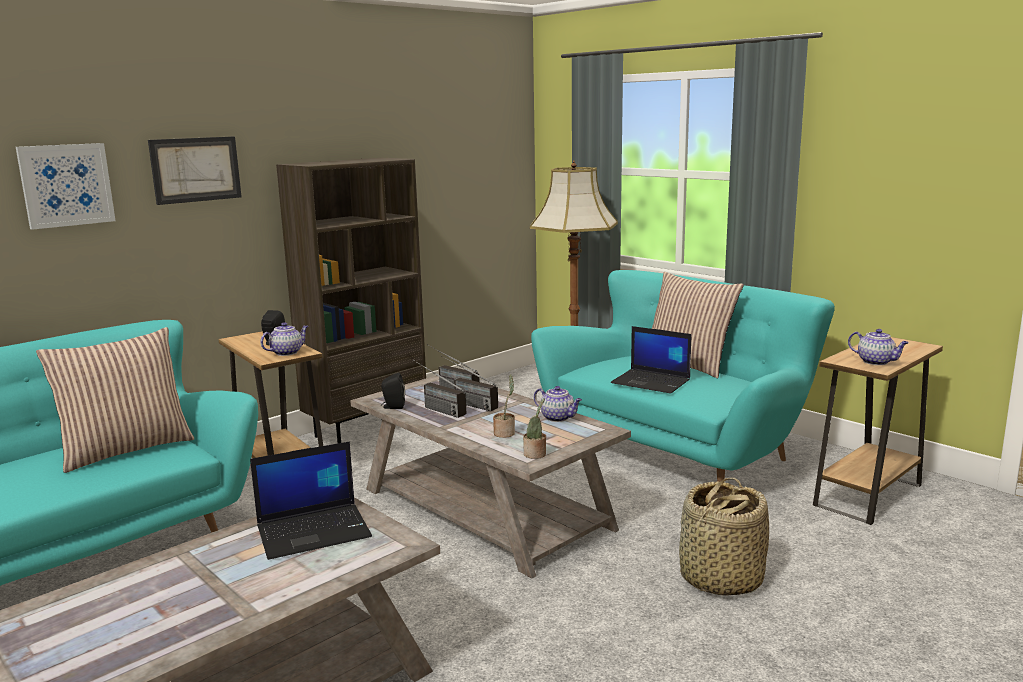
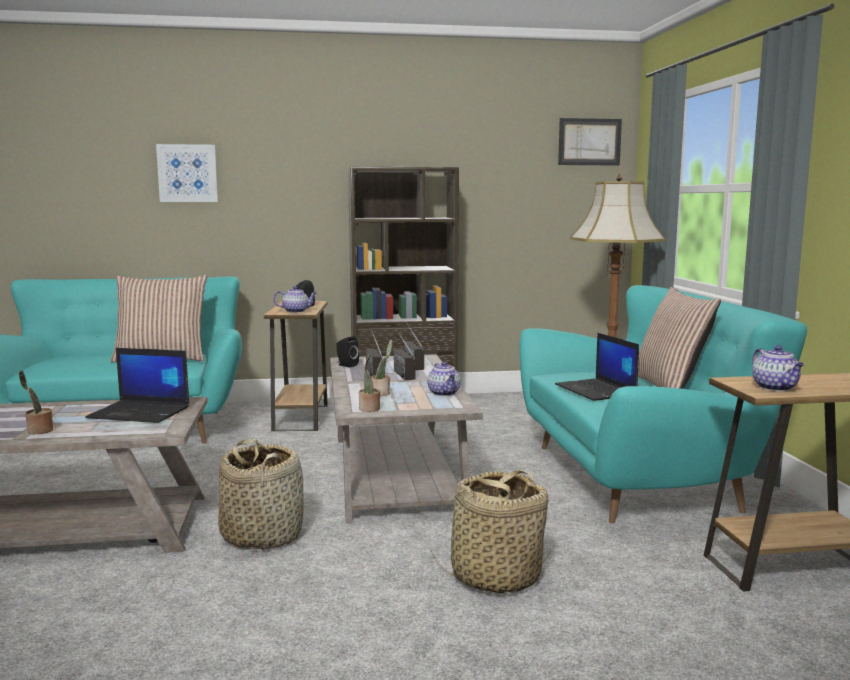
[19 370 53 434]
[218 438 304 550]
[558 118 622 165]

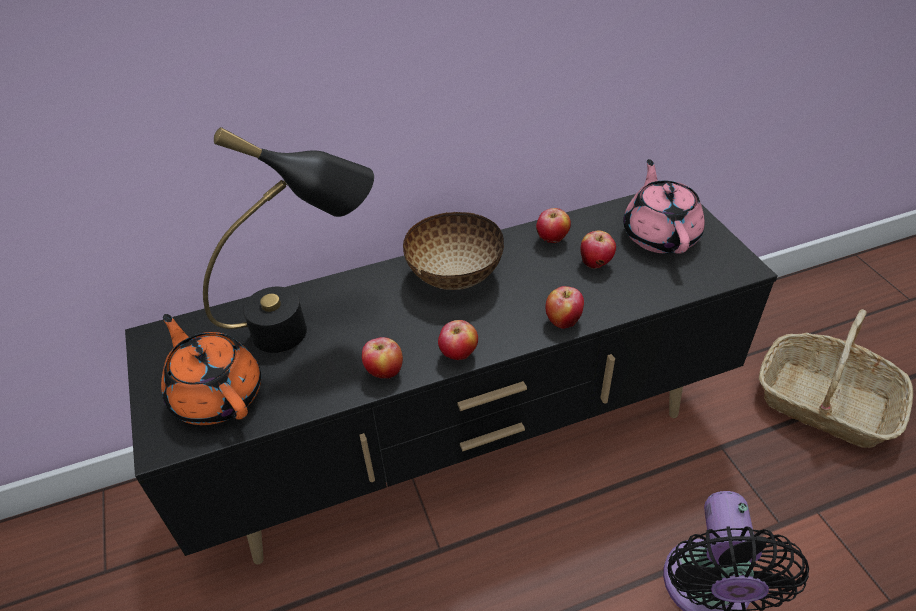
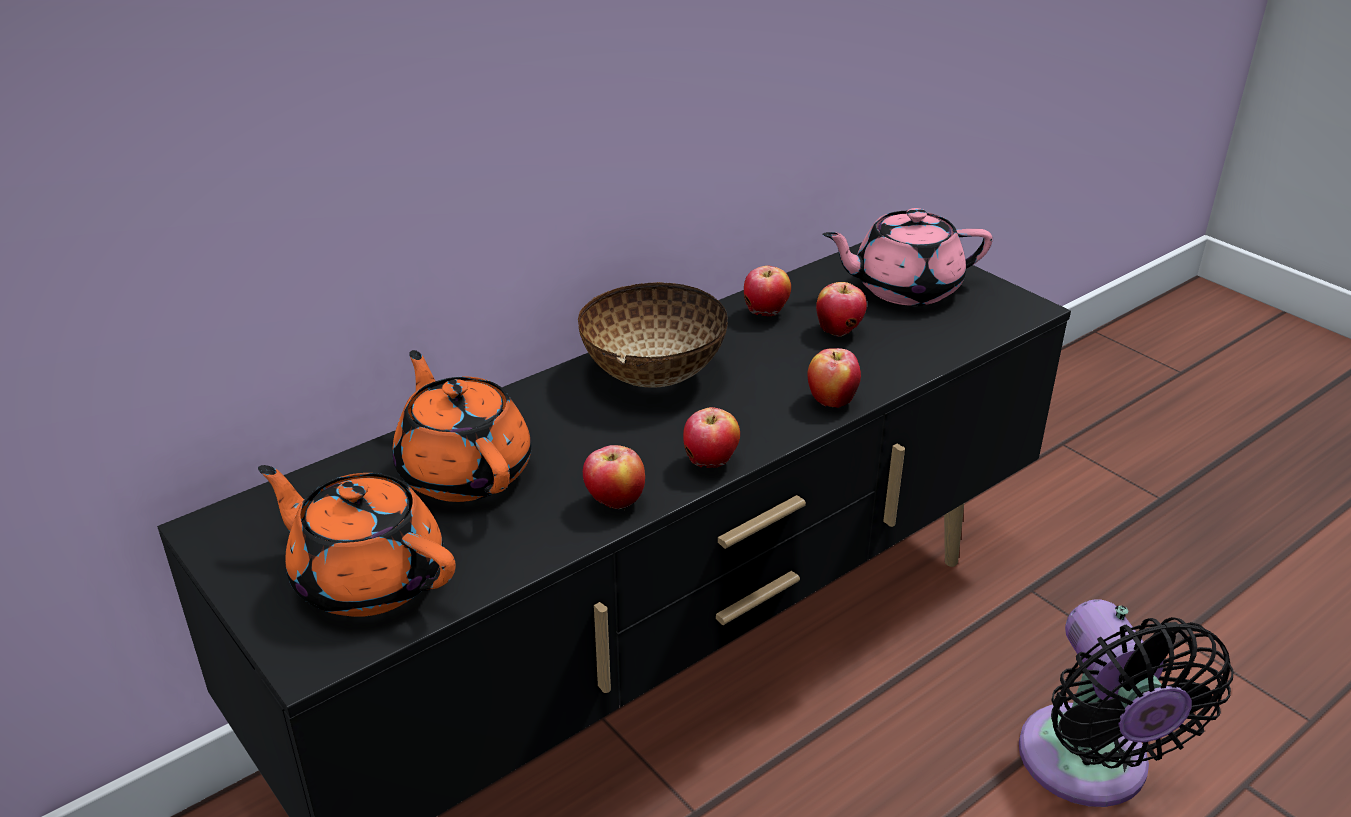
[392 350 531 502]
[822 208 993 306]
[759 309 913 448] (first image)

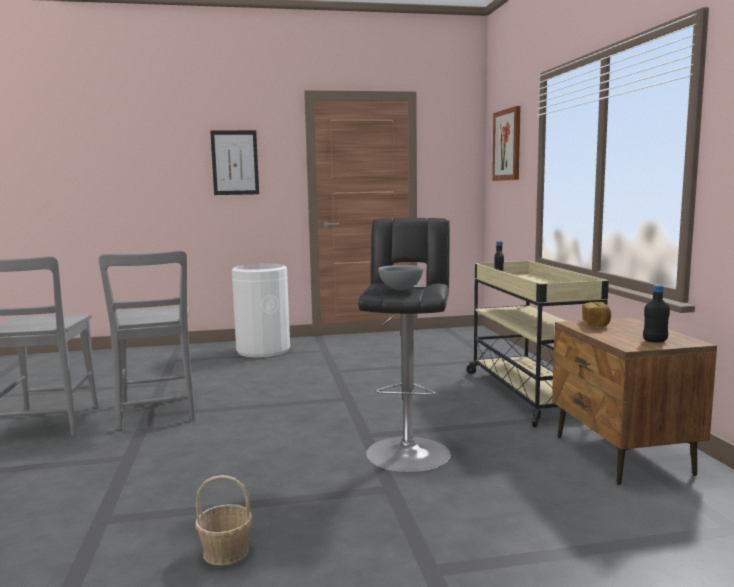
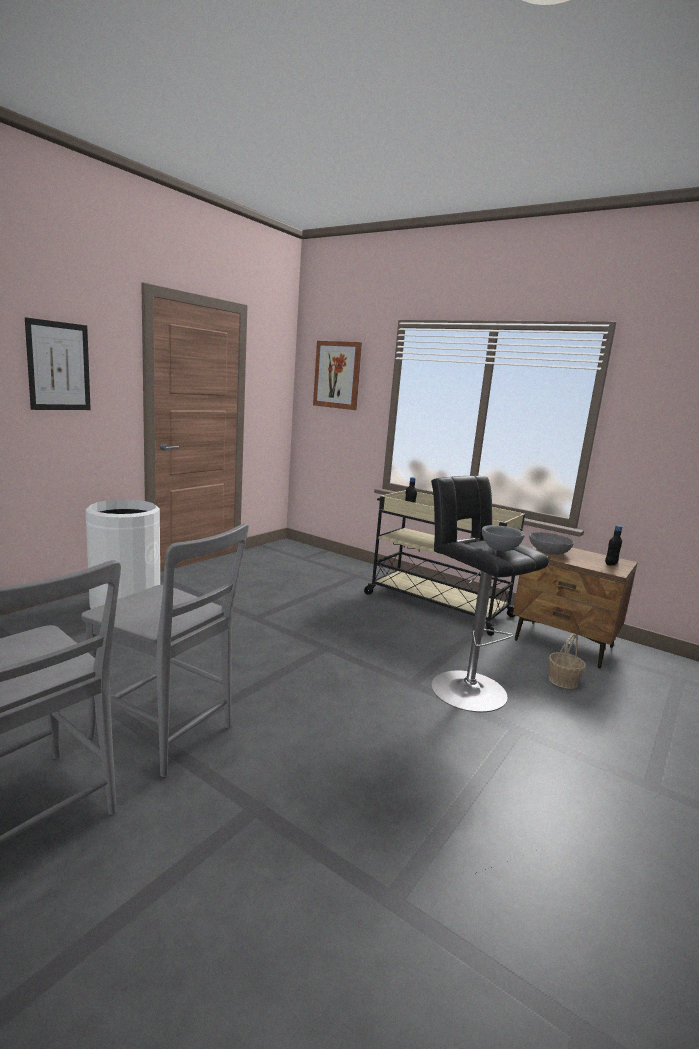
[529 532 574 555]
[548 634 586 689]

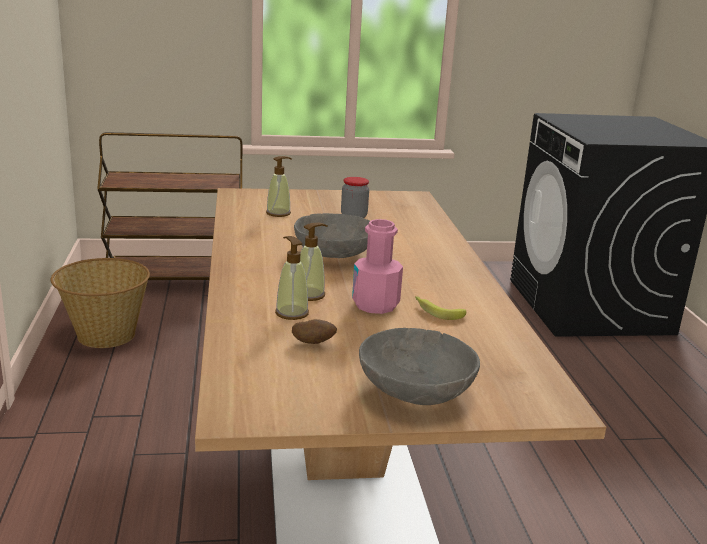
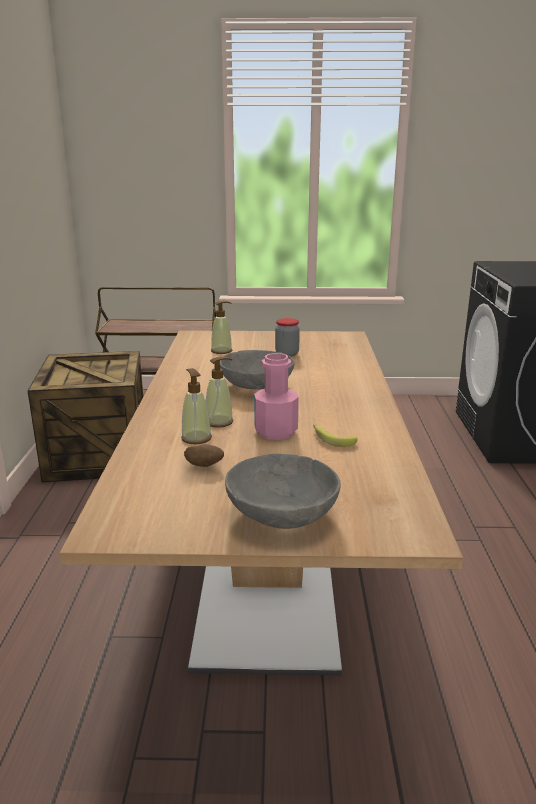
[28 351 143 482]

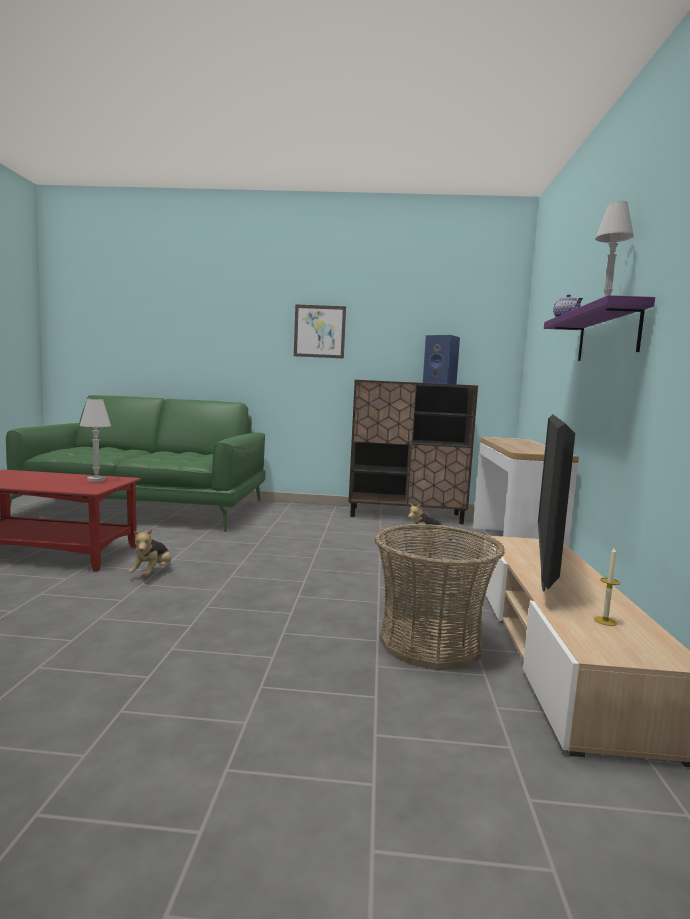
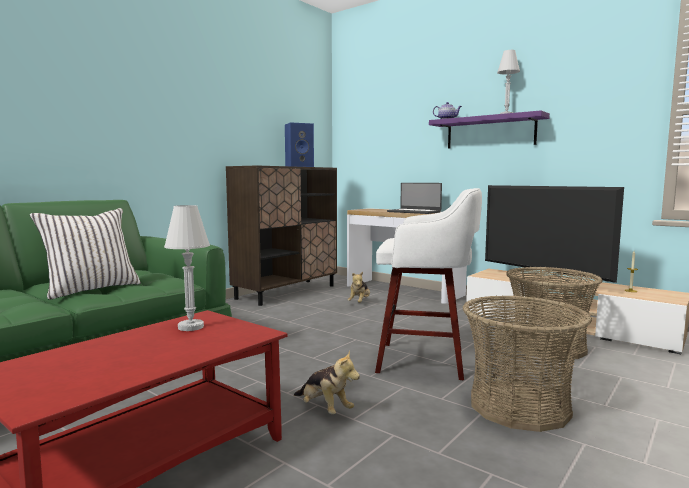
[30 208 141 299]
[375 188 482 380]
[387 183 442 214]
[463 295 592 432]
[294 304 346 358] (first image)

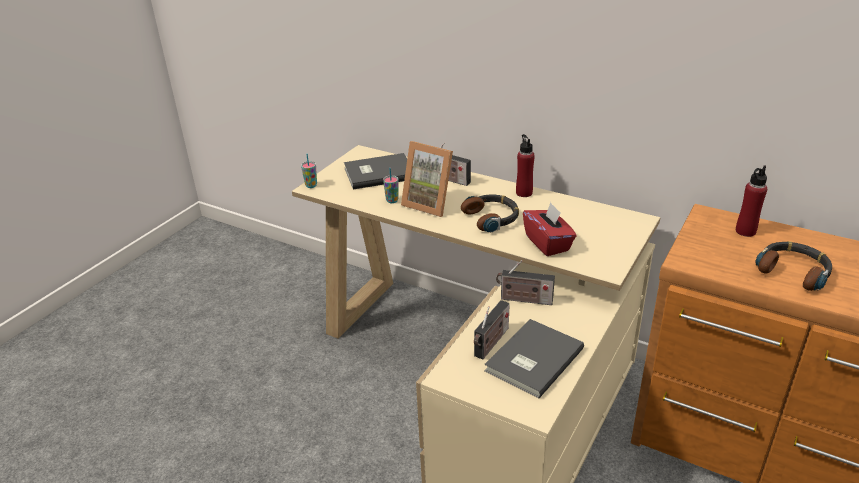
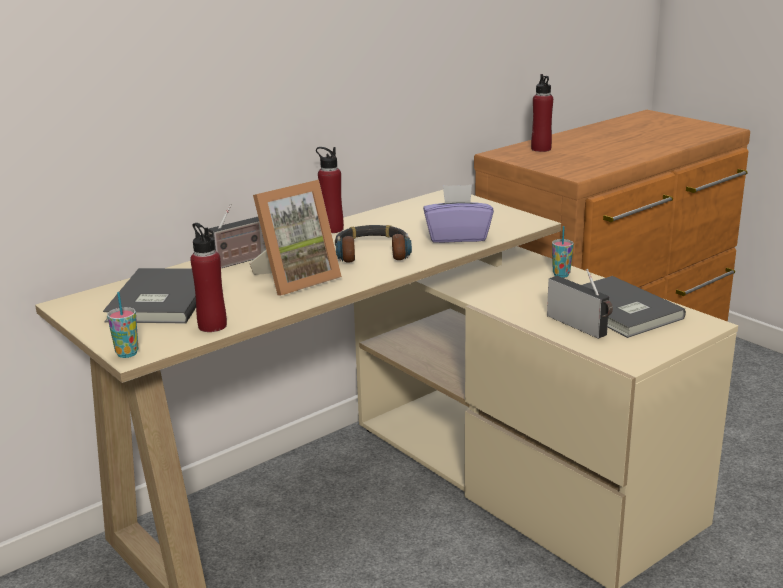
[190 223 227 332]
[423 185 494 243]
[552 226 574 278]
[496 260 555 305] (first image)
[755 241 832 291] (first image)

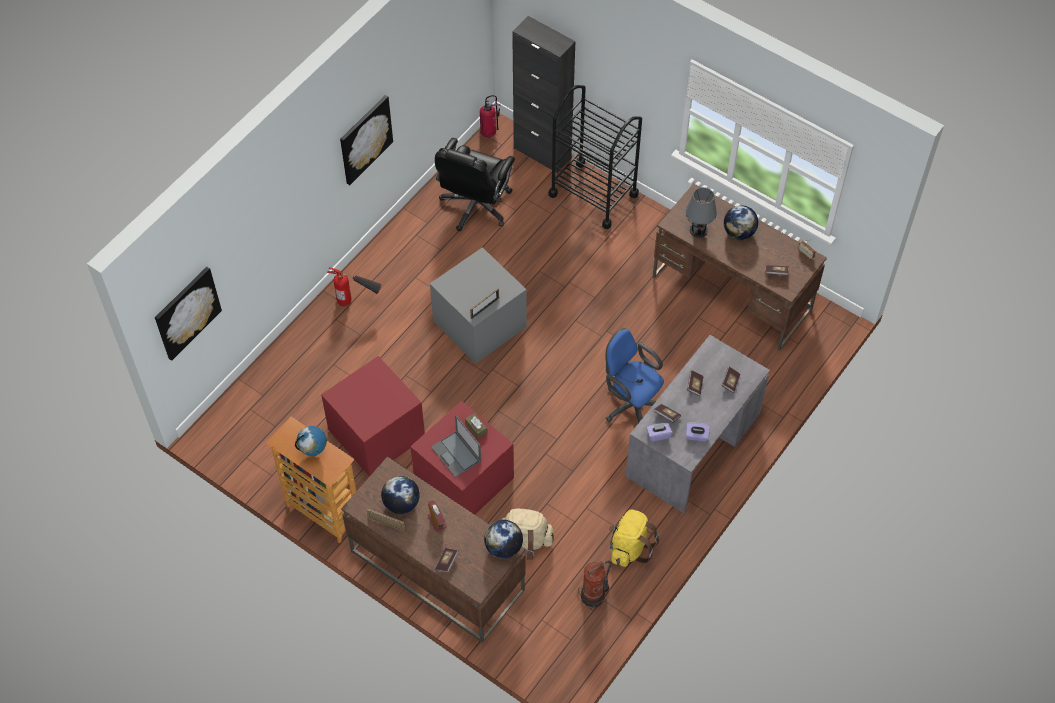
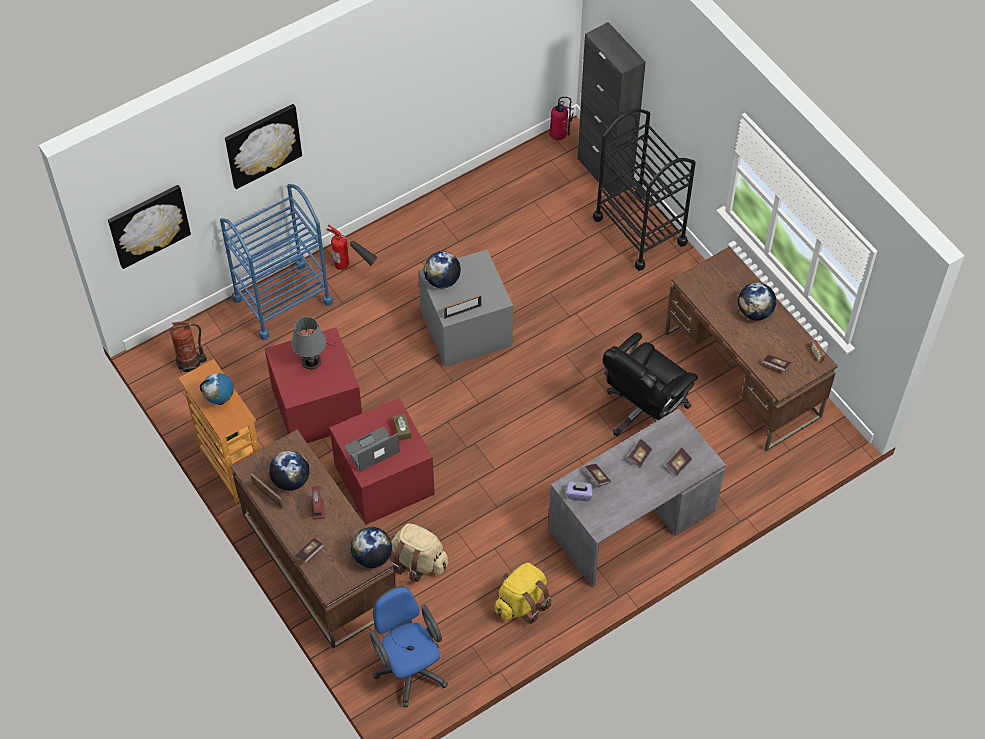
[170 321 207 373]
[220 184 333 340]
[225 104 302 189]
[291 317 336 369]
[344 426 400 472]
[370 586 448 707]
[424 251 461 288]
[603 332 698 436]
[685 422 710 441] (first image)

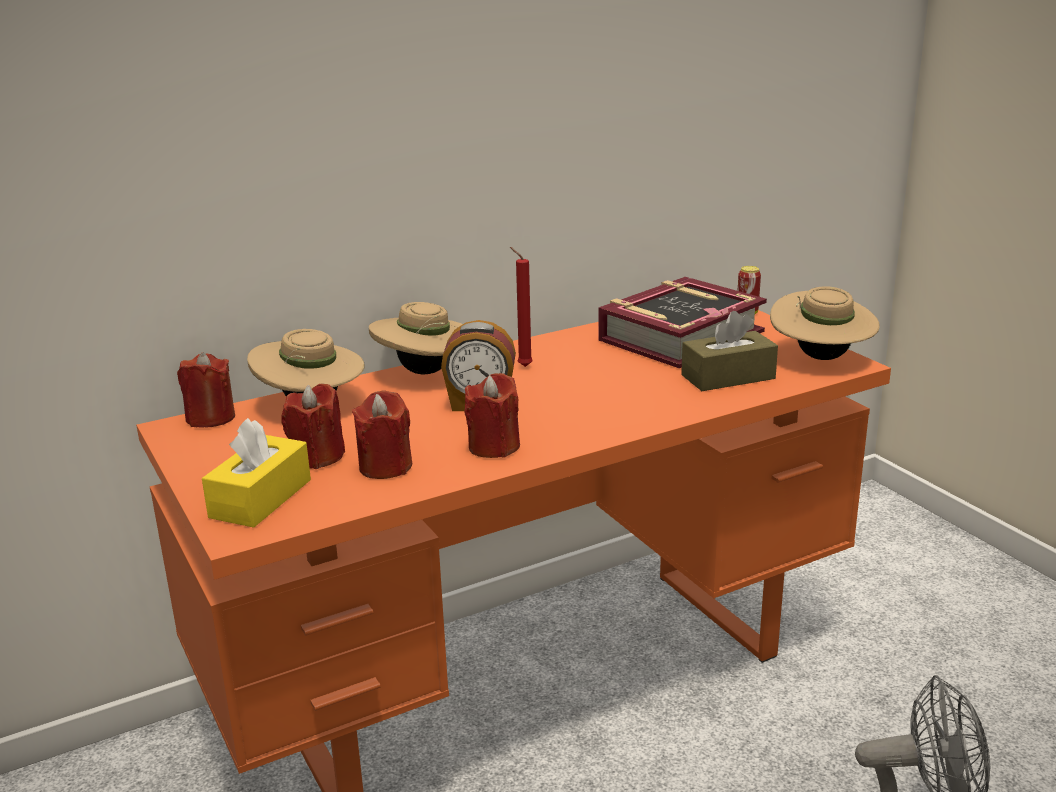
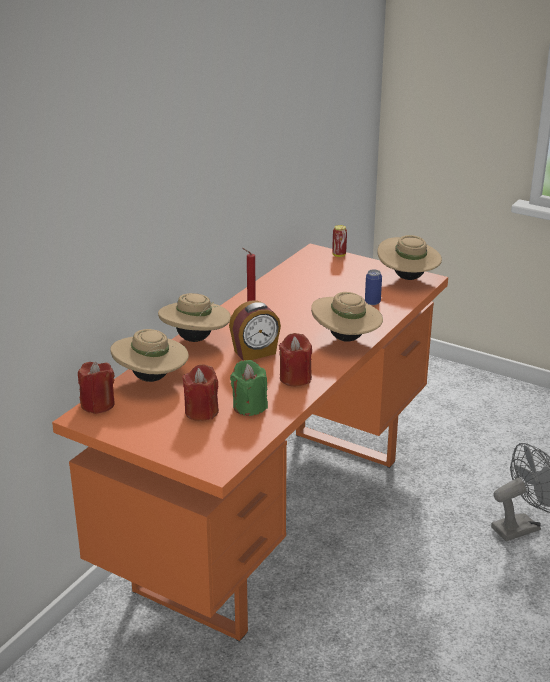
[230 360 268 416]
[311 292 383 342]
[365 269 382 305]
[202 418 311 528] (first image)
[598 277 767 368] (first image)

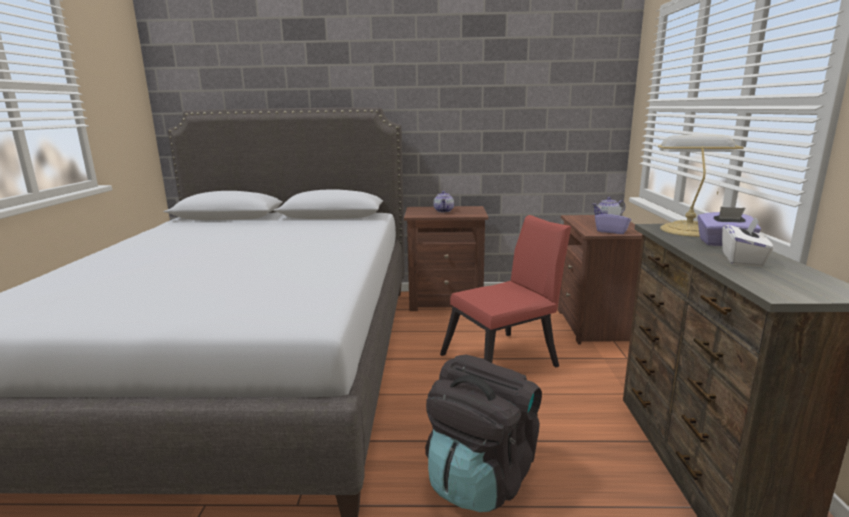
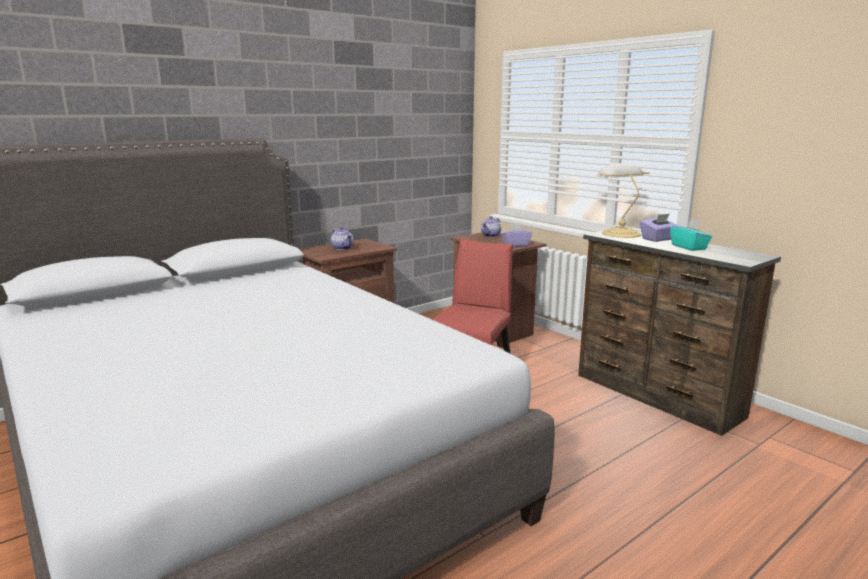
[670 219 712 251]
[425 354 542 512] (first image)

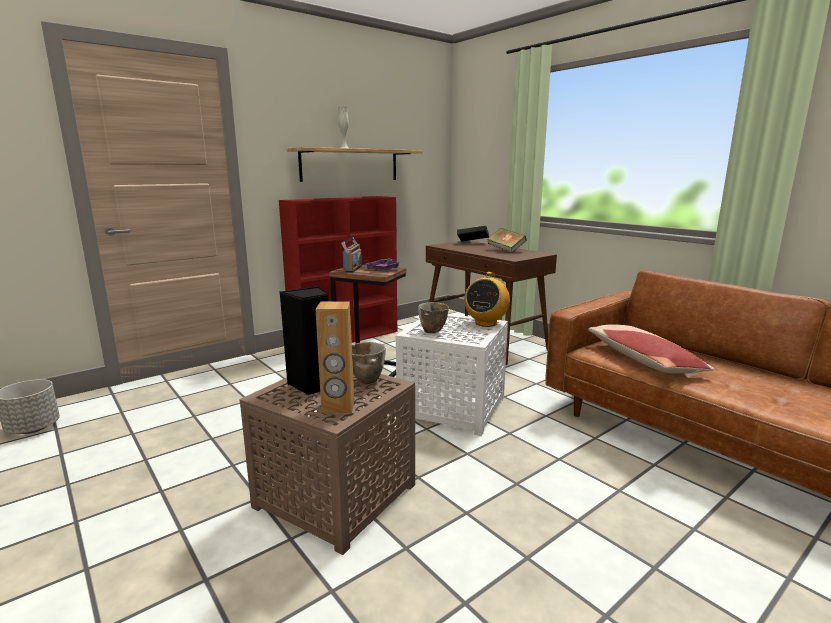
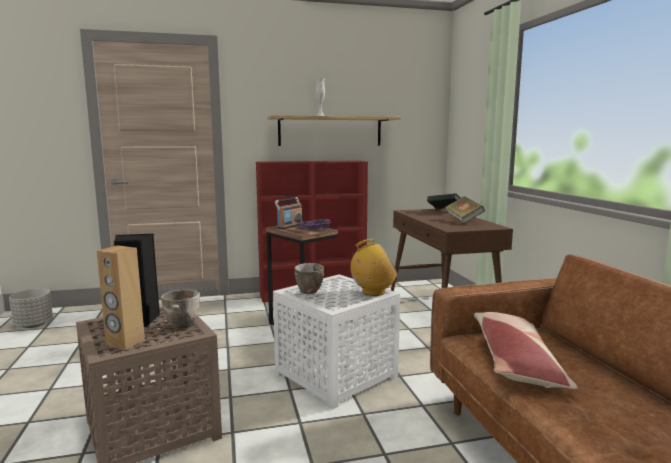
[350 239 398 296]

